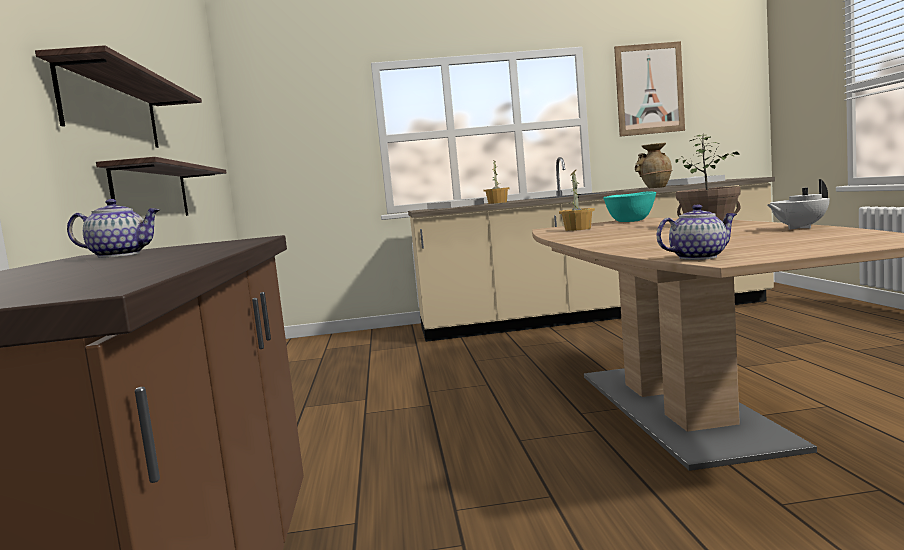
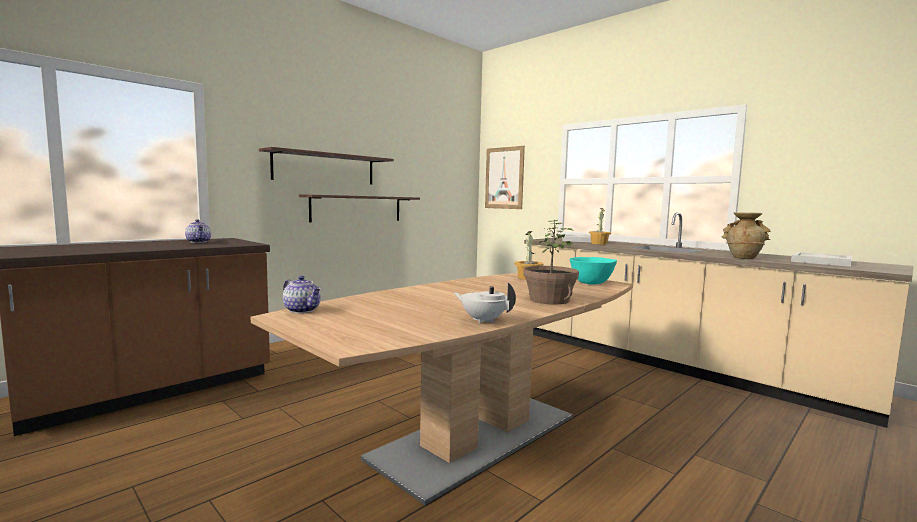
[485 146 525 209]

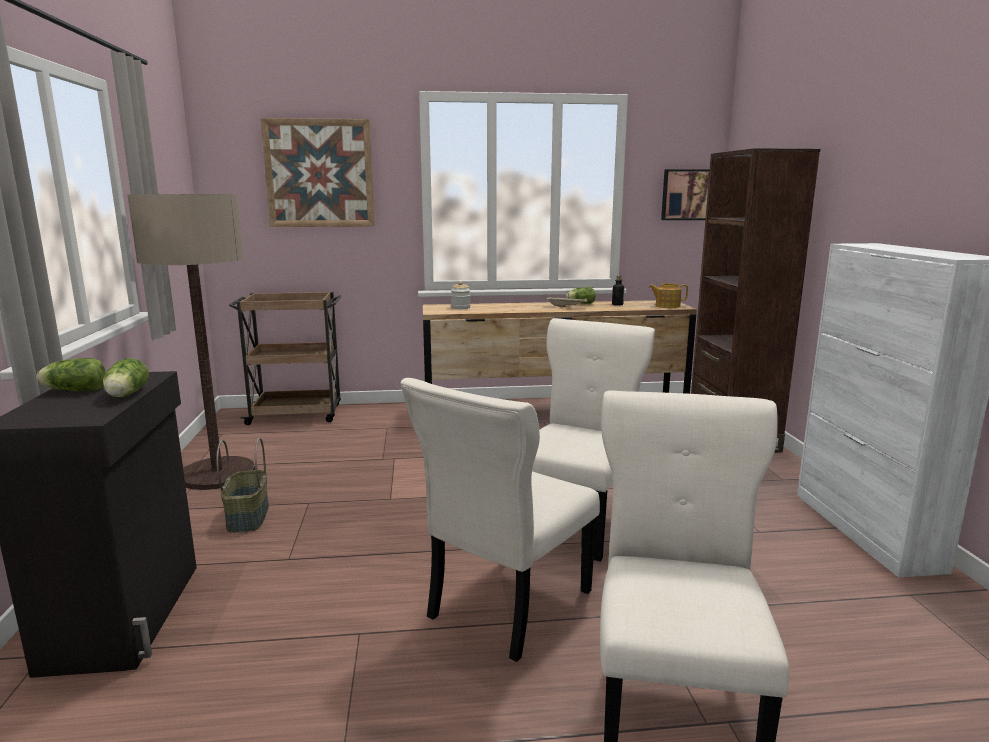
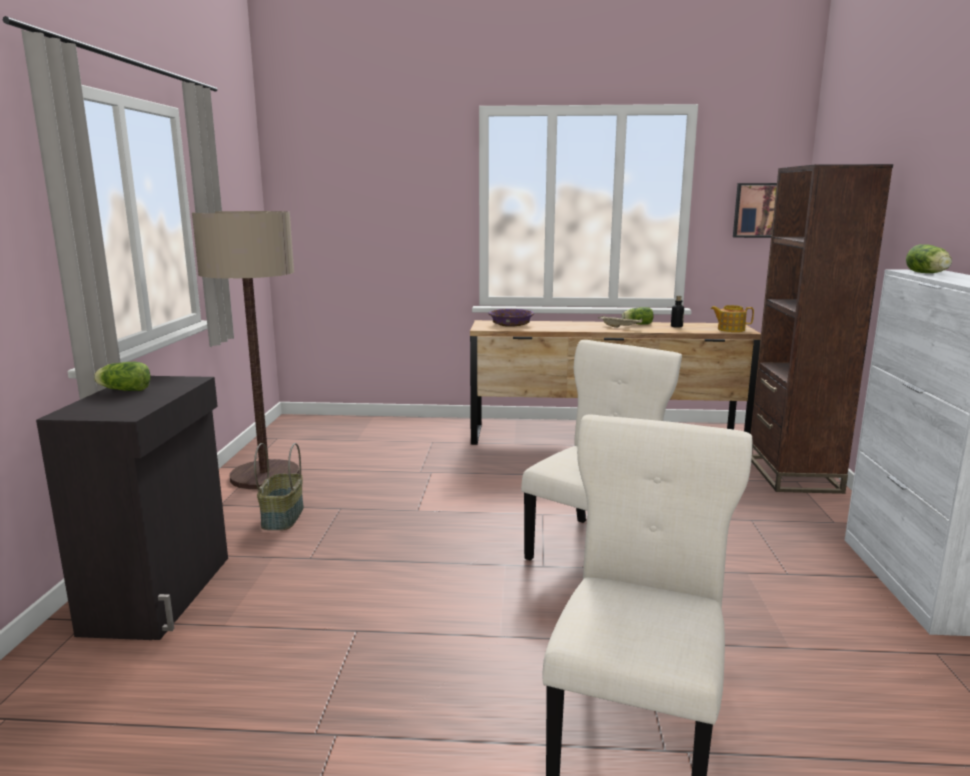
[488 309 534 327]
[906 244 952 273]
[229 292 342 425] (first image)
[260 118 375 227] (first image)
[400 378 600 662] (first image)

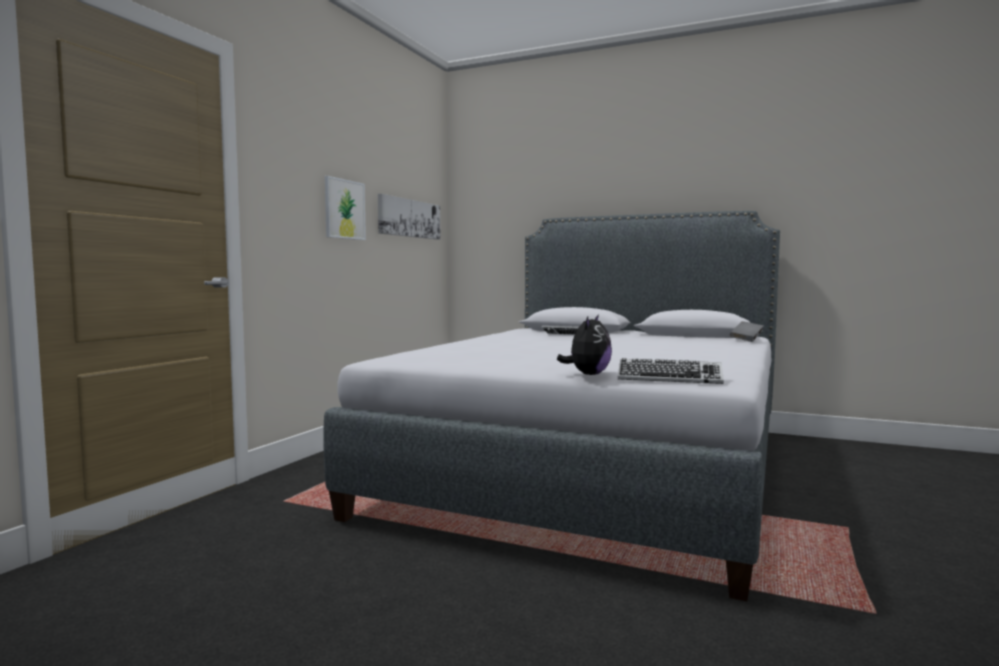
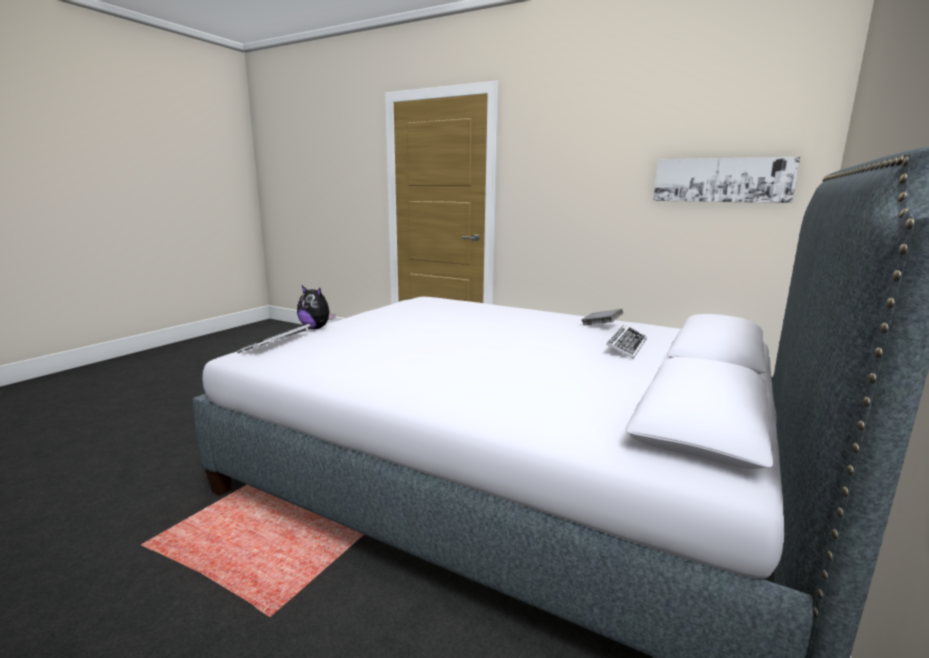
[581 309 623 326]
[325 176 366 240] (first image)

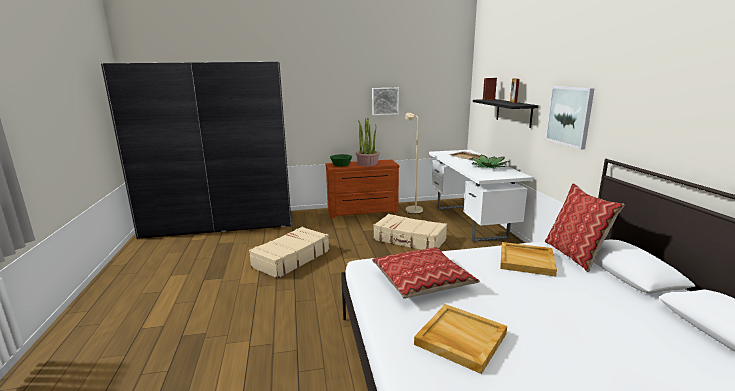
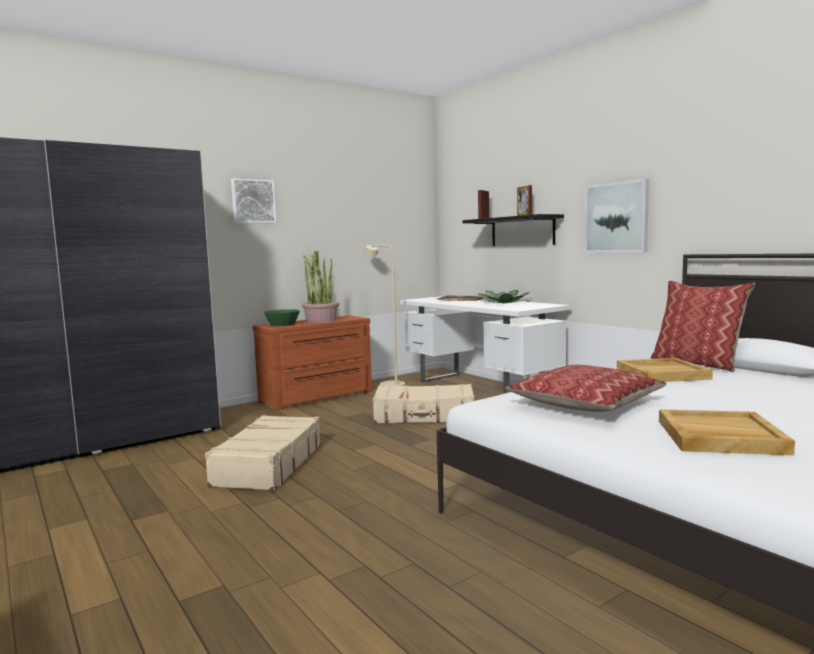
[231 179 276 223]

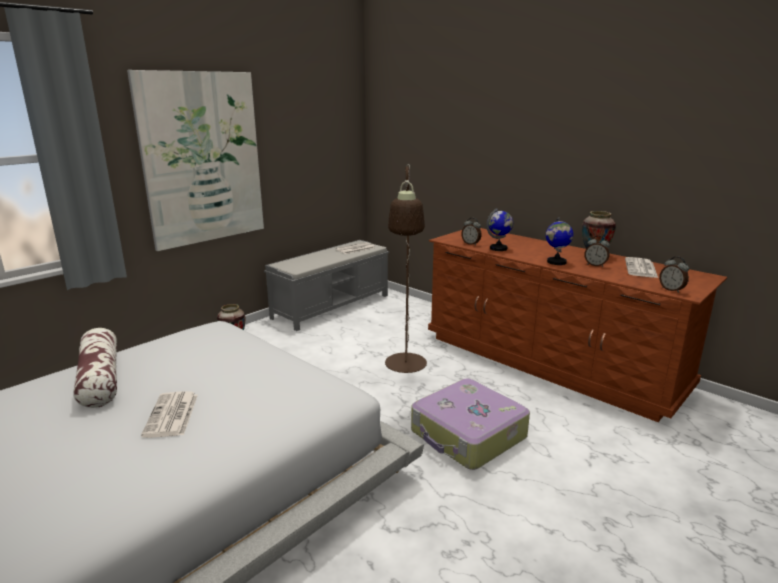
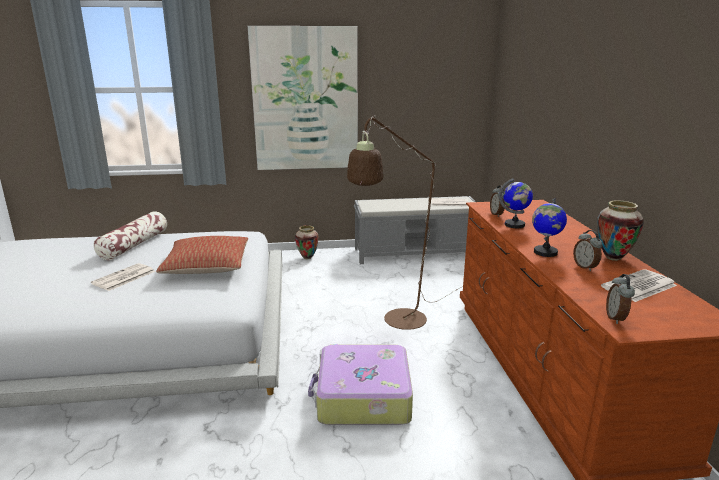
[156 236 248 274]

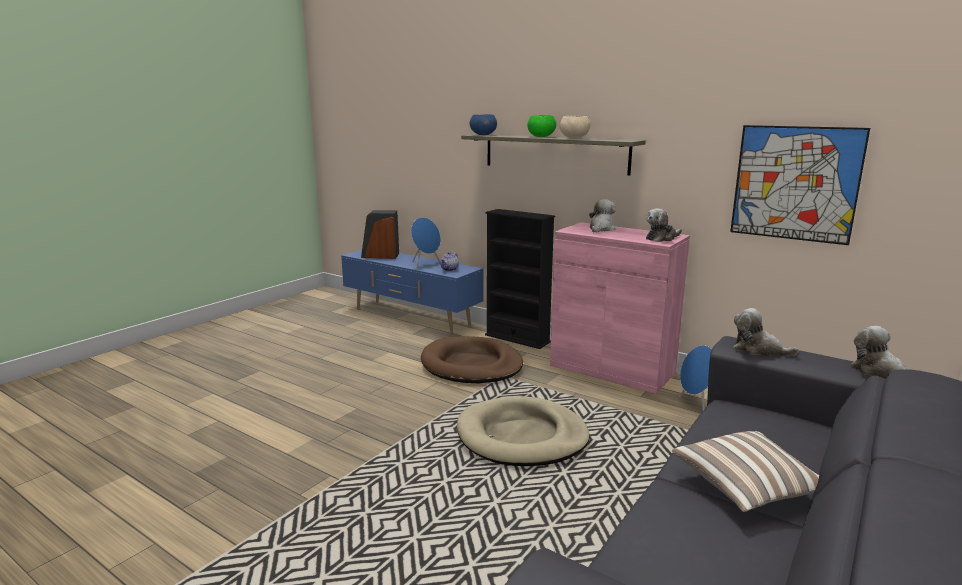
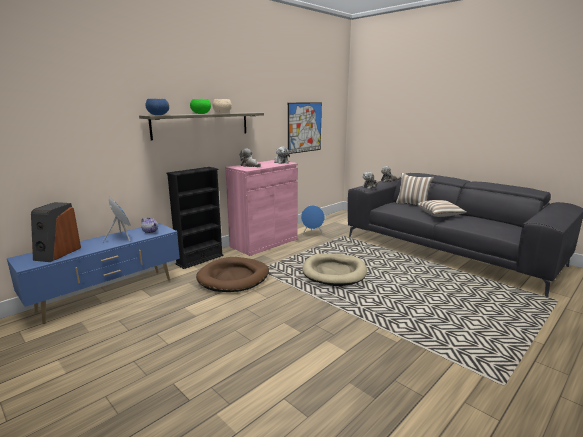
[396 173 434 205]

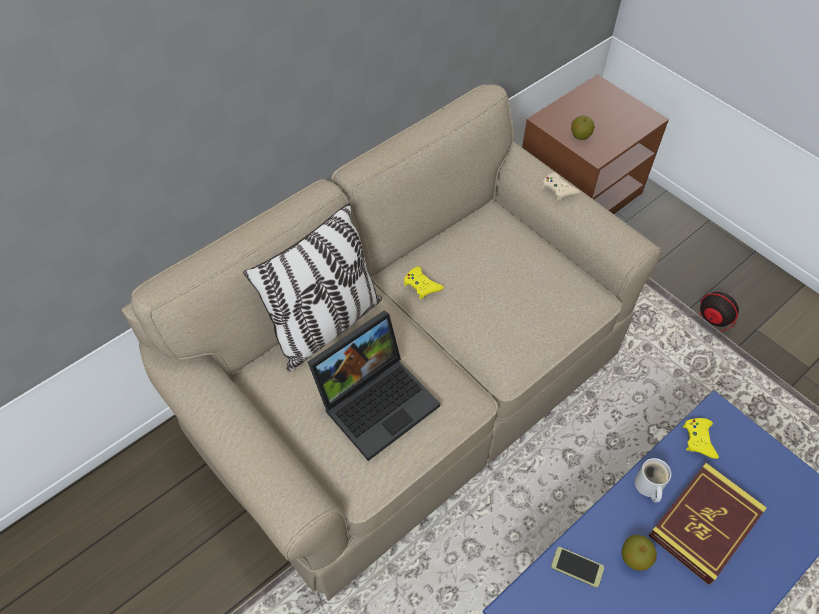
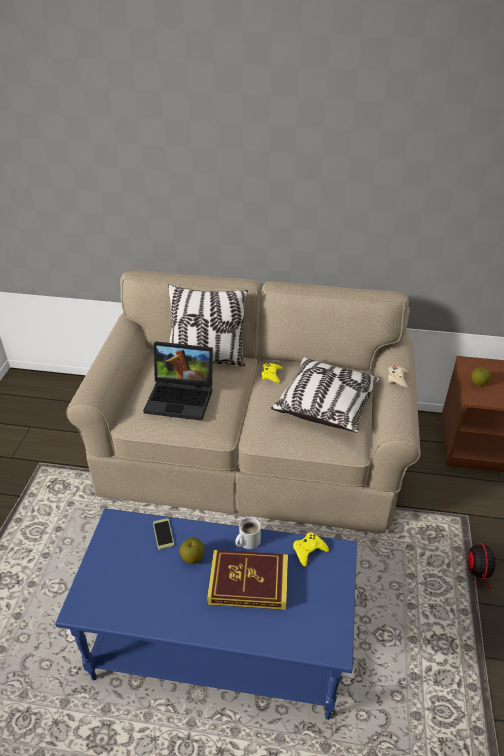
[271 357 381 433]

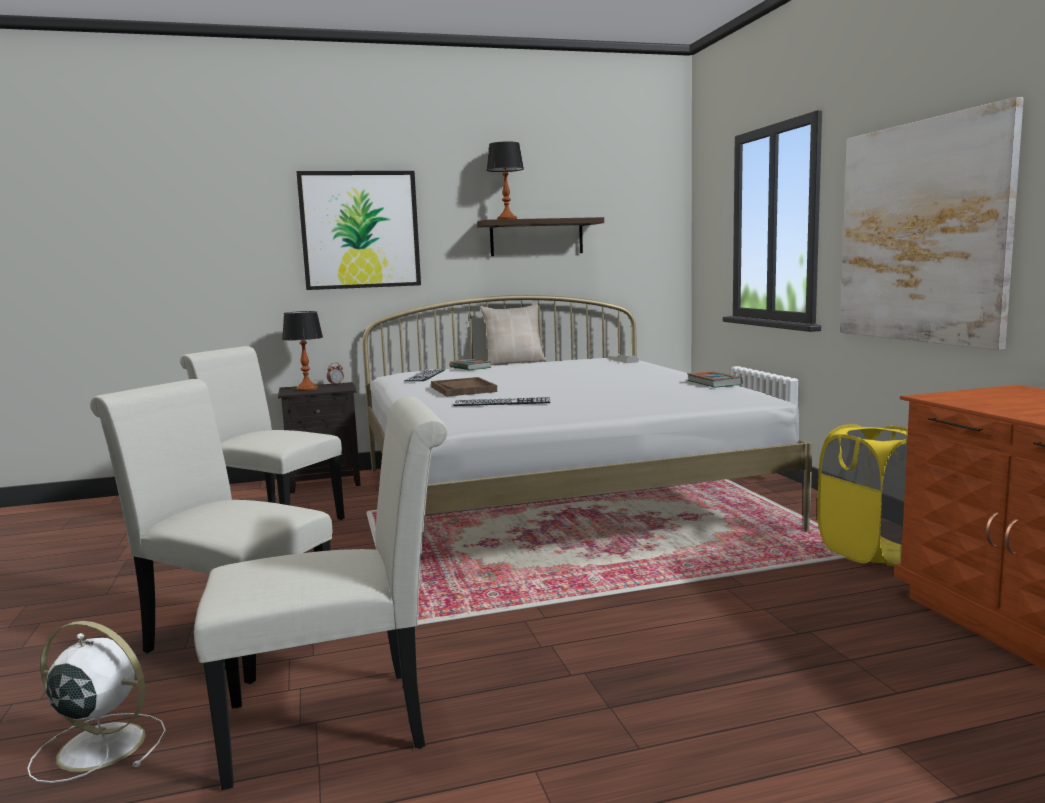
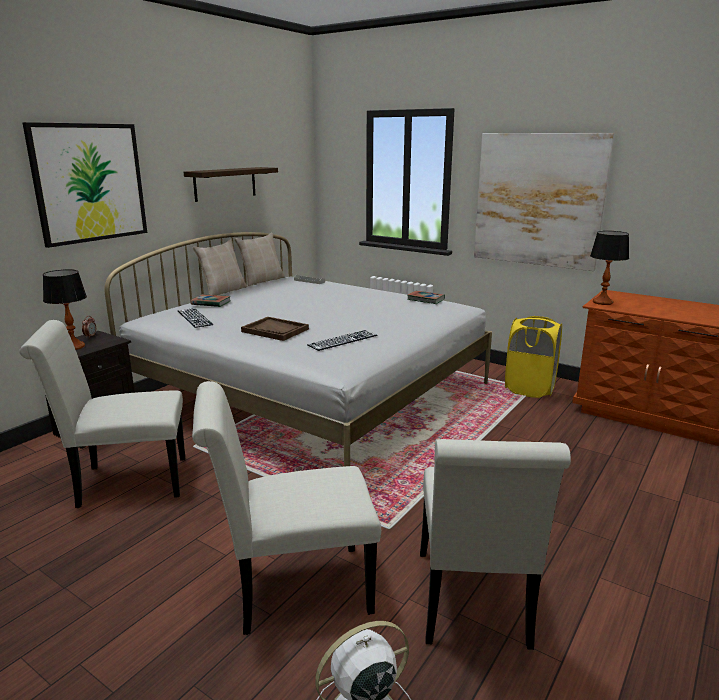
[235 233 285 286]
[420 439 571 650]
[590 231 629 305]

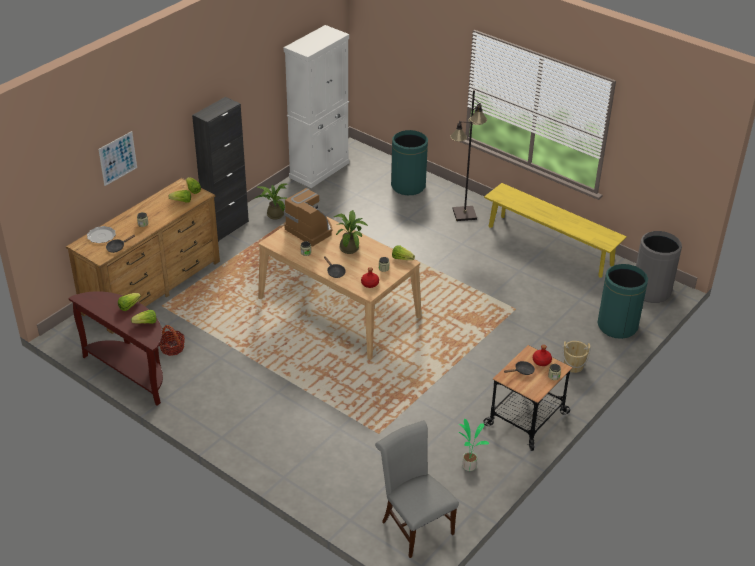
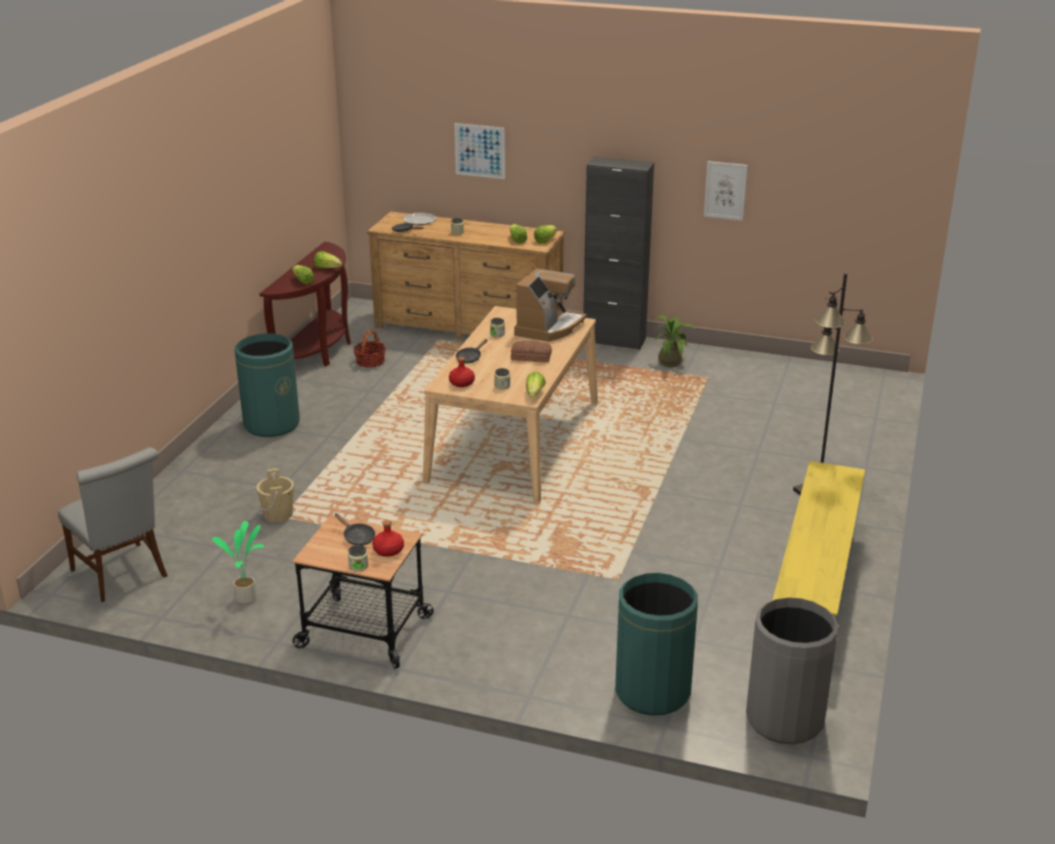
[58 447 168 602]
[235 333 300 437]
[256 469 294 523]
[511 341 552 362]
[704 161 748 221]
[284 25 349 188] (first image)

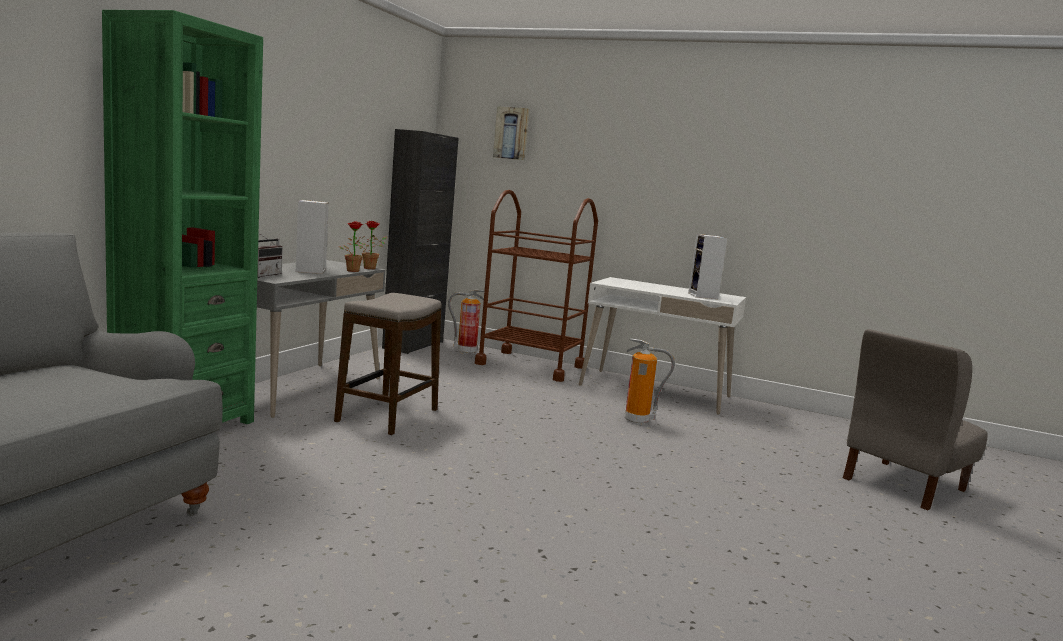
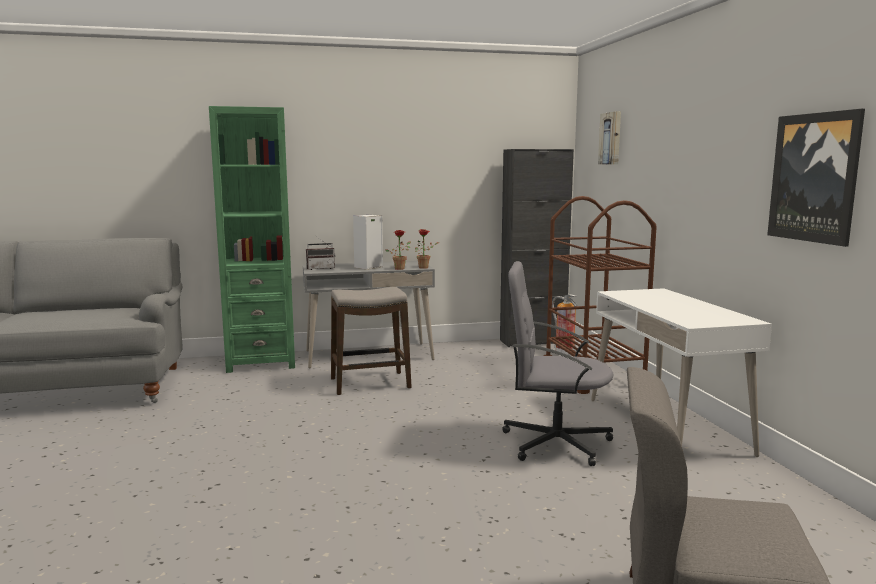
[502 261 614 466]
[767 109 865 247]
[688 234 727 299] (first image)

